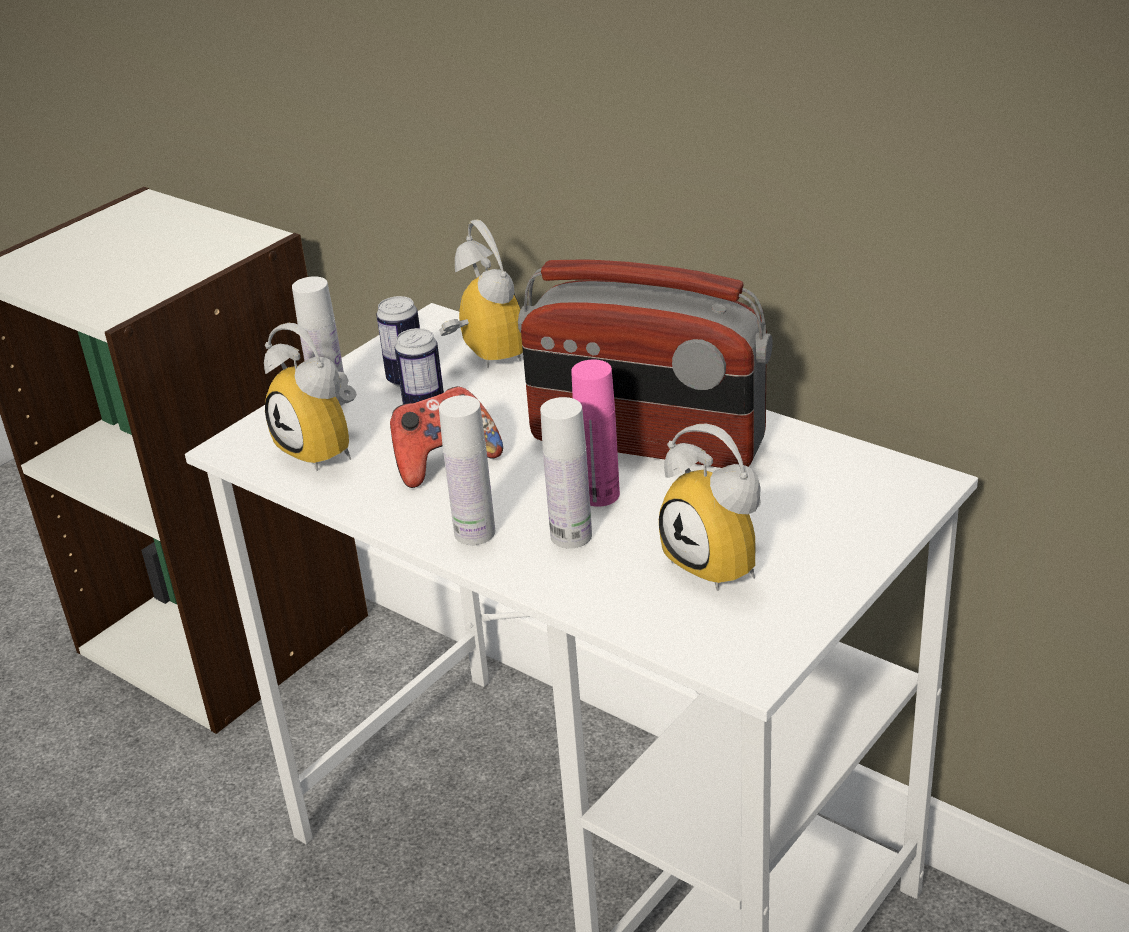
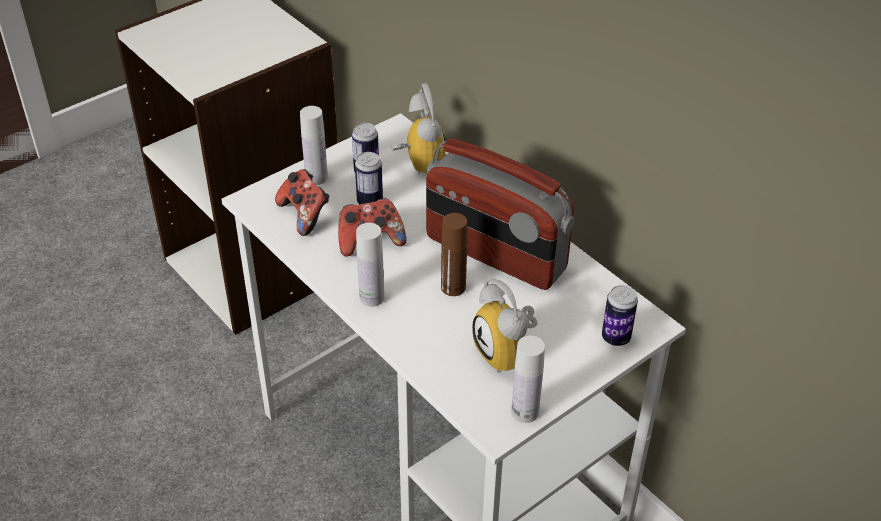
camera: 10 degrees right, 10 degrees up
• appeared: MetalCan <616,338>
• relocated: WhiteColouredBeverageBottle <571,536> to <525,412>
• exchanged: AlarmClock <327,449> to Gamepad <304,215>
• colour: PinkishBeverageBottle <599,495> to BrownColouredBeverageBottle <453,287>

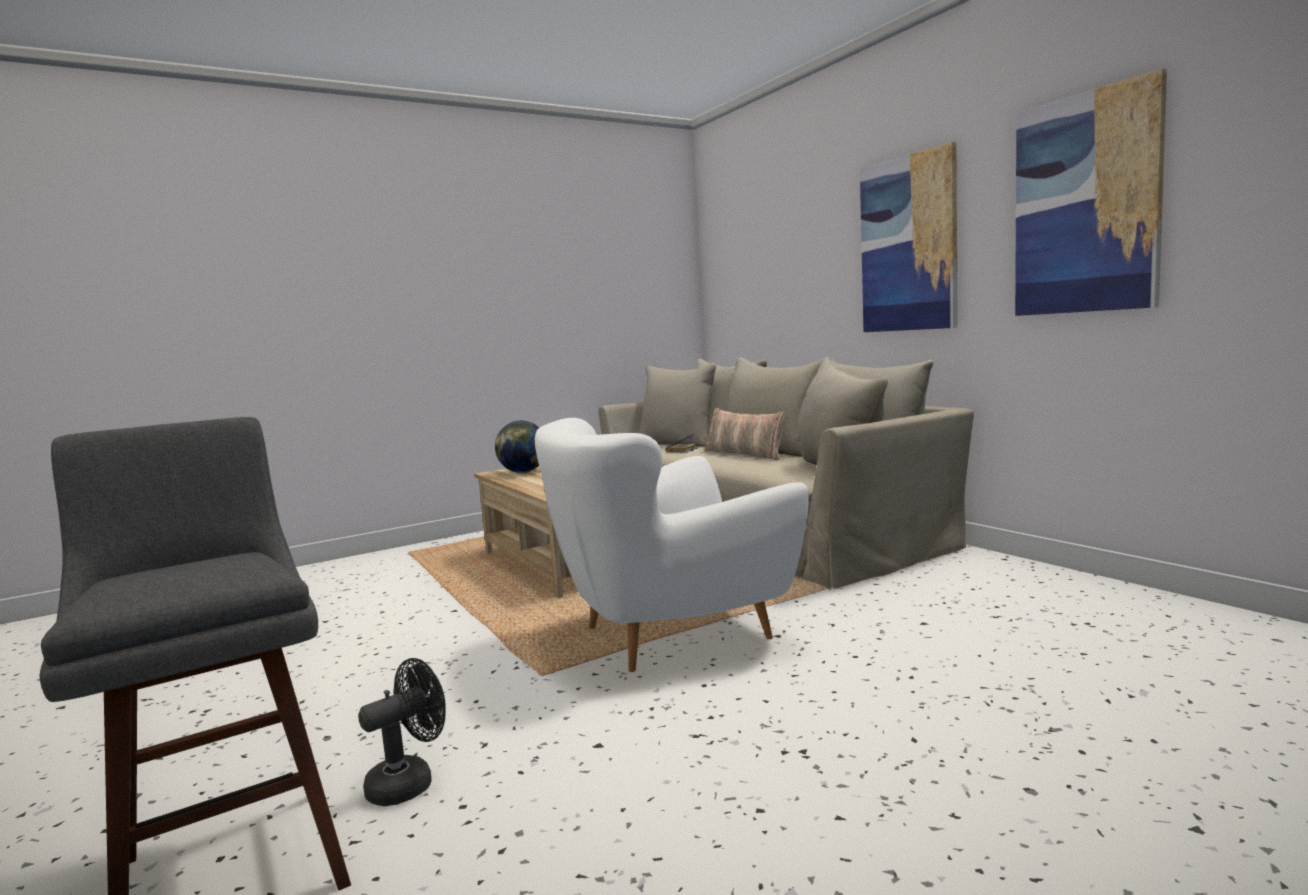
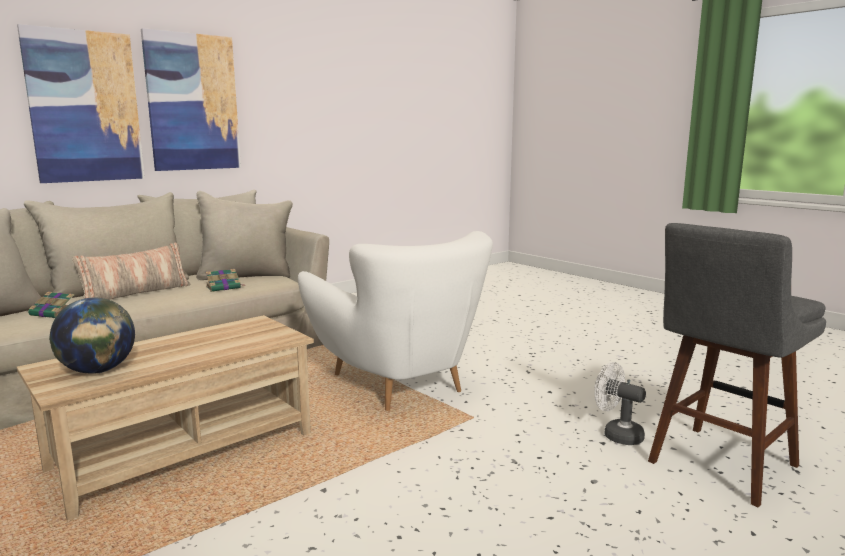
camera: 100 degrees left, 5 degrees up
• appeared: Book <224,287>
• relocated: WallPicture <1086,204> to <84,107>
• colour: BlackElectricFan <410,782> to WhiteColouredElectricFan <617,434>

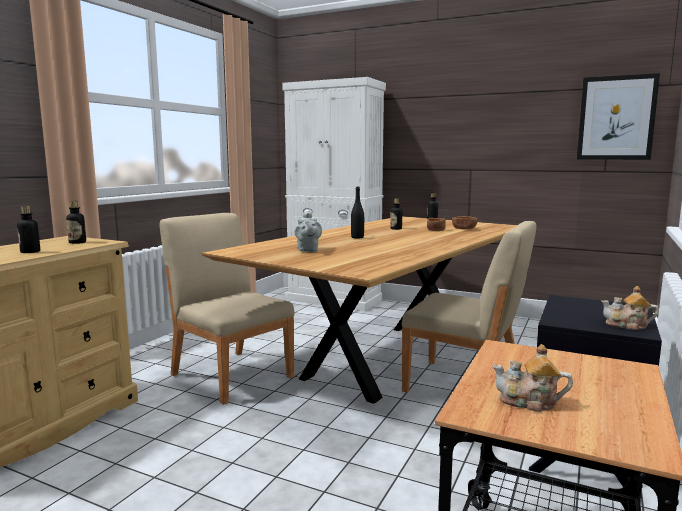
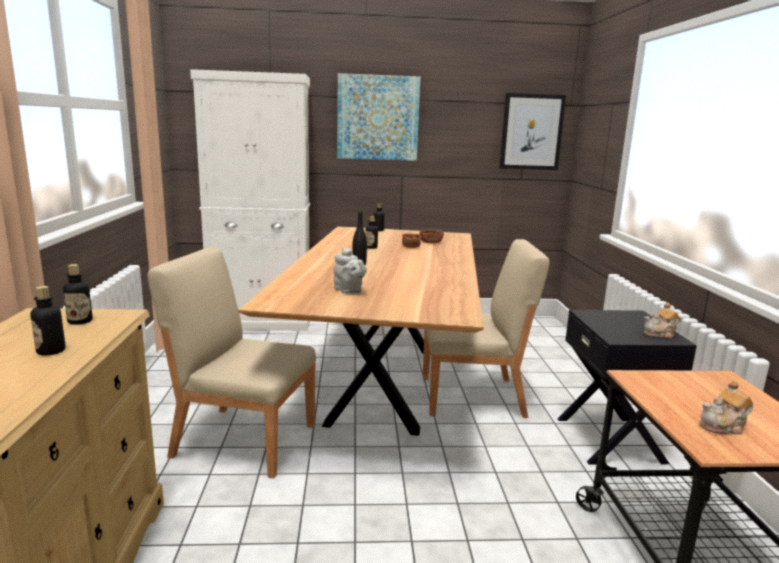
camera: 30 degrees left, 5 degrees up
• appeared: WallPicture <378,118>

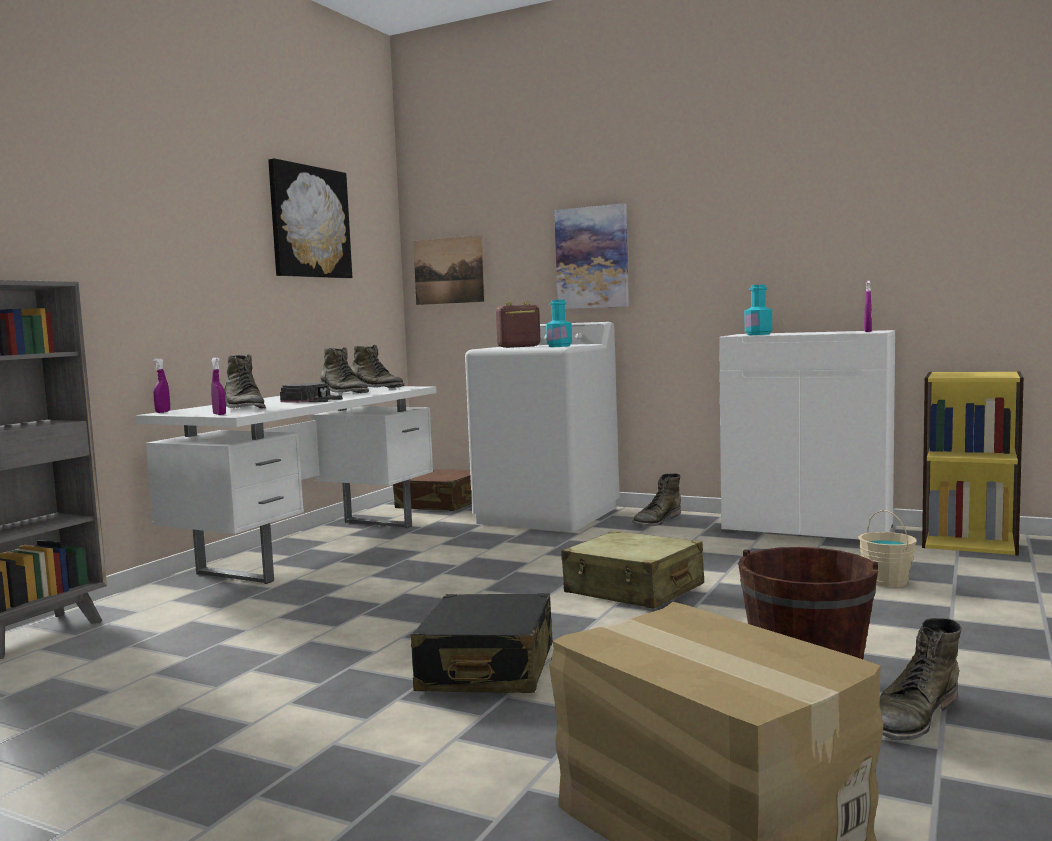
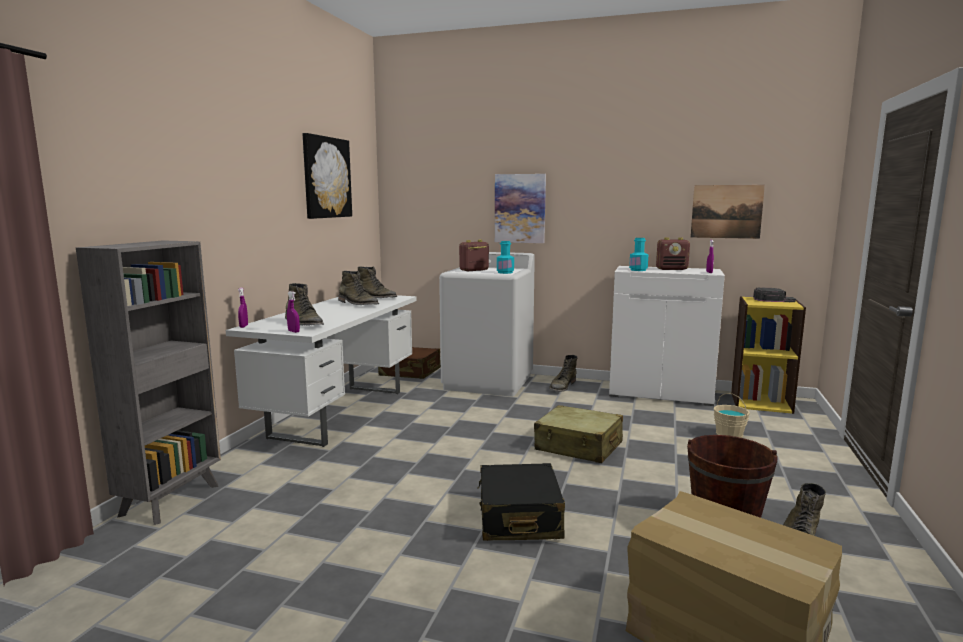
camera: 10 degrees left, 5 degrees up
• appeared: Radio <672,269>
• relocated: BlackCap <312,400> to <773,299>
• relocated: WallPicture <448,271> to <726,211>

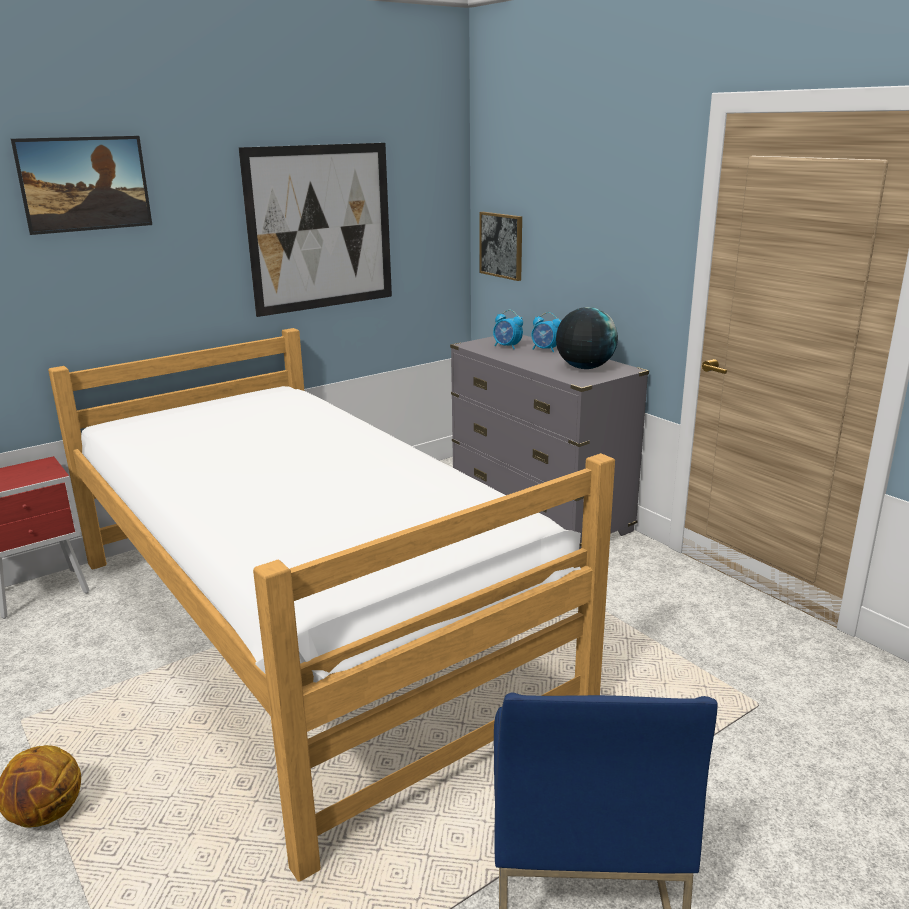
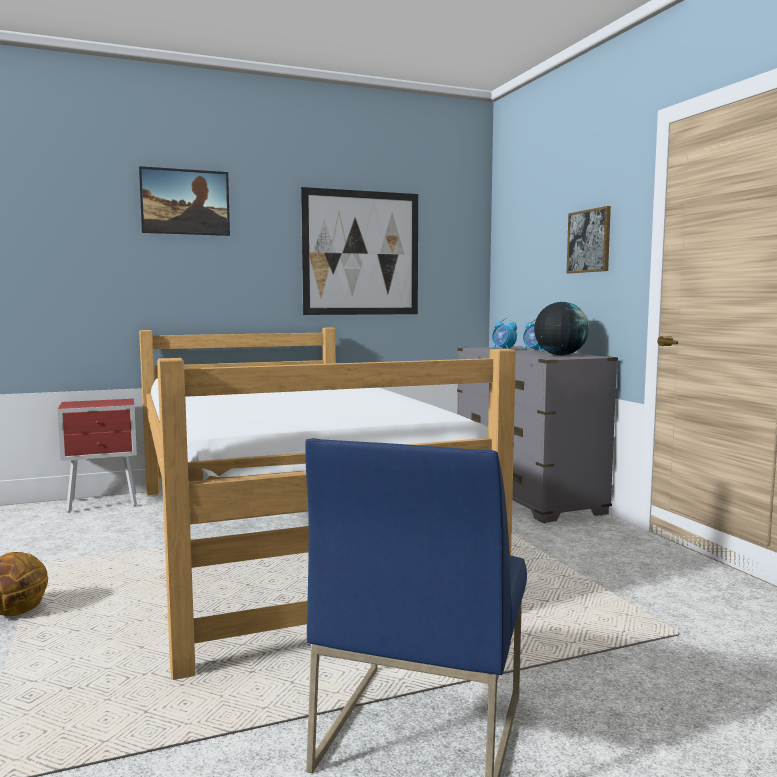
camera: 15 degrees right, 15 degrees down
• relocated: WallPicture <501,245> to <589,241>

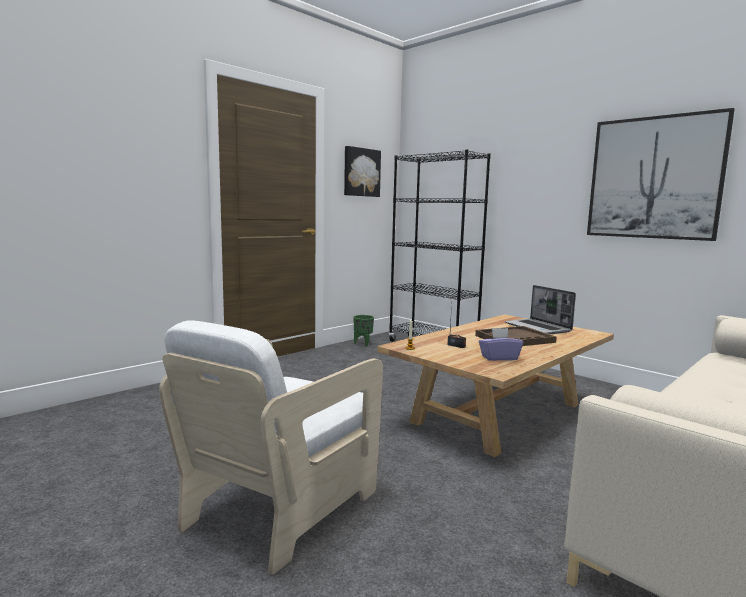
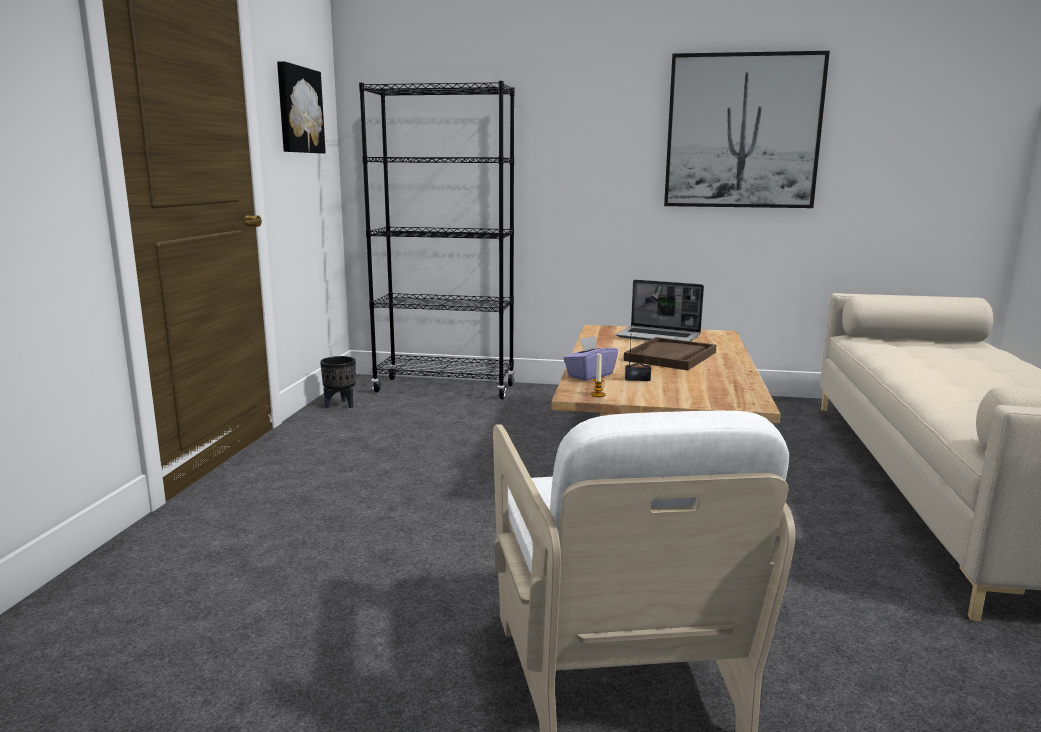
camera: 35 degrees left, 5 degrees up
• relocated: PurplishBoxOfTissues <499,358> to <589,375>
• colour: GreenPlantPot <363,344> to BlackPlantPot <341,405>

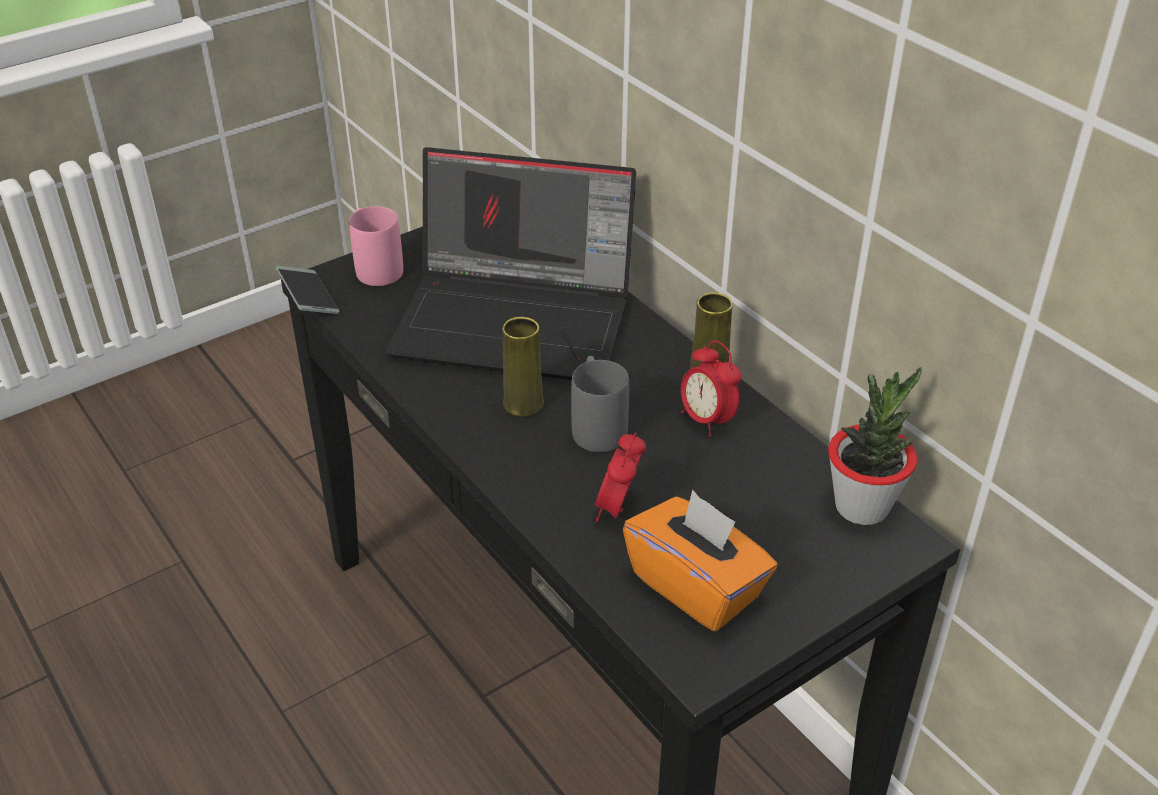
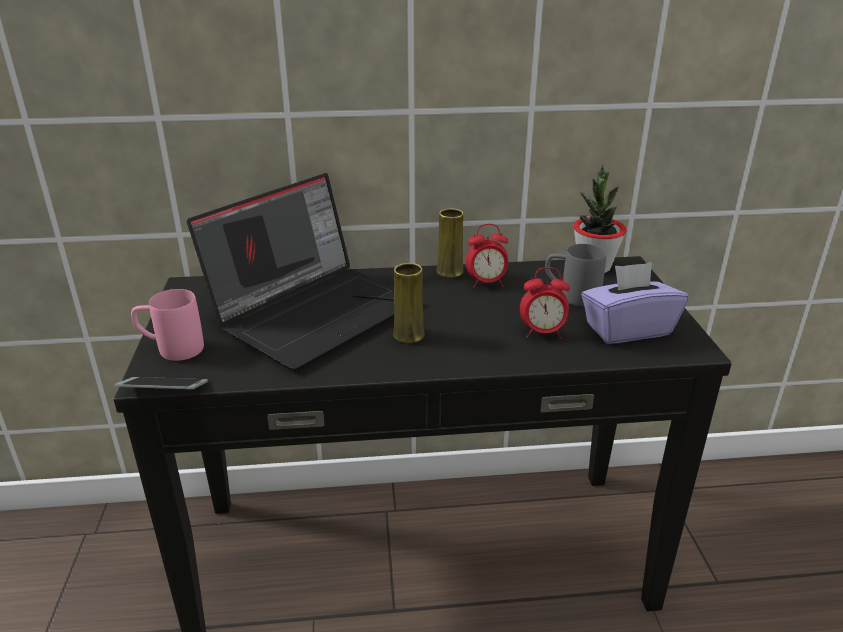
camera: 60 degrees left, 10 degrees down
• relocated: GreyishMug <596,425> to <571,296>
• colour: OrangeBoxOfTissues <697,586> to PurplishBoxOfTissues <627,329>
• spun: AlarmClock <618,509> = <542,333> 45 degrees counterclockwise

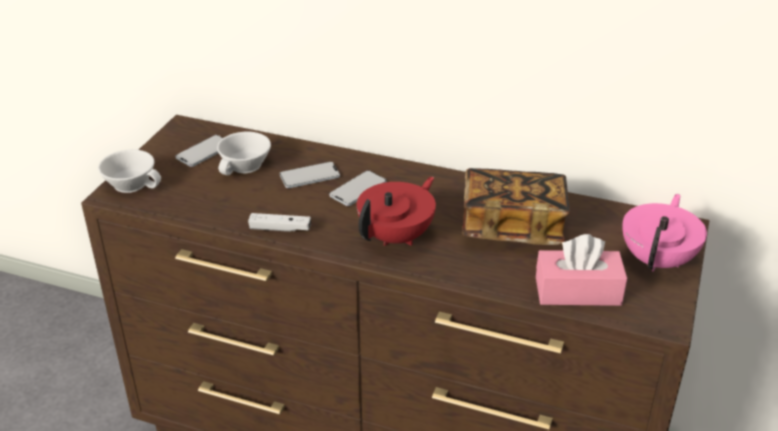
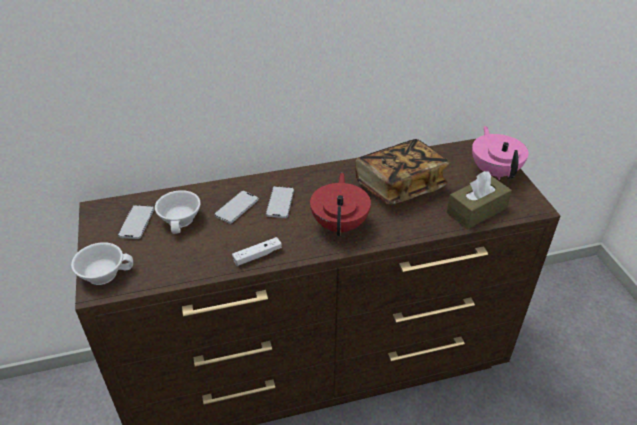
camera: 35 degrees left, 5 degrees up
• colour: PinkishBoxOfTissues <578,291> to BrownColouredBoxOfTissues <476,210>

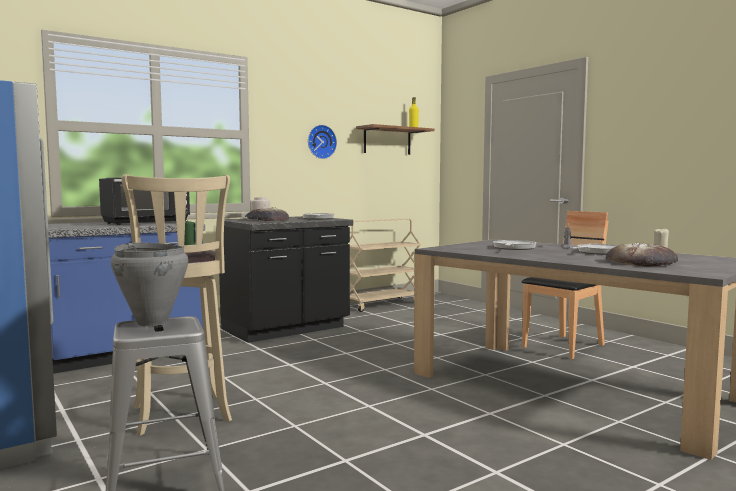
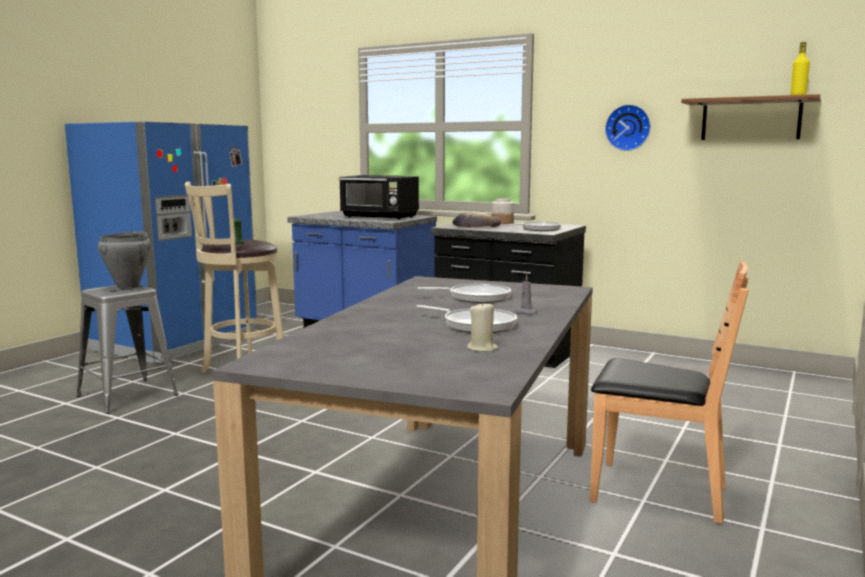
camera: 65 degrees right, 5 degrees up
• missing: SandColouredCart <382,304>
• missing: BakeryBread <641,262>

